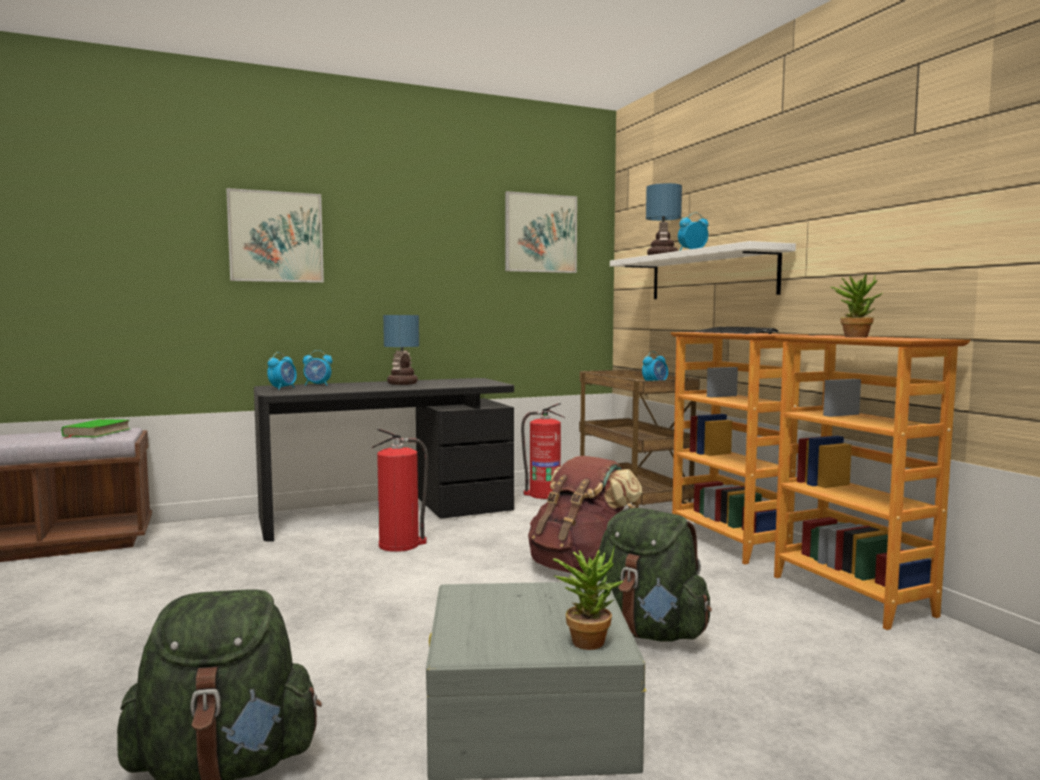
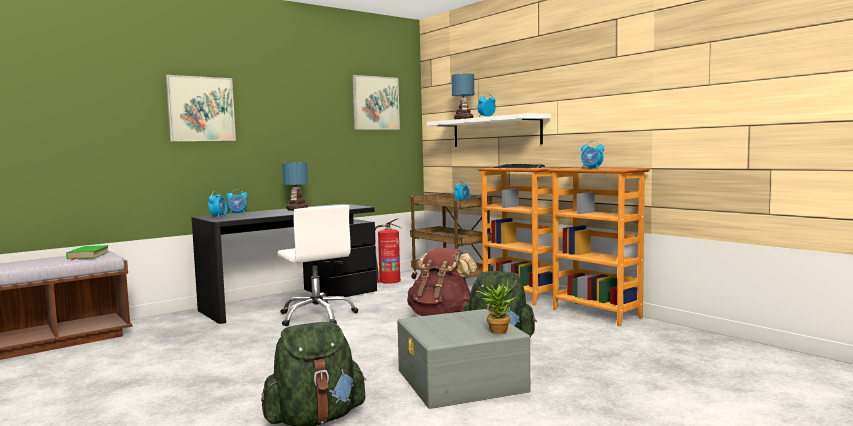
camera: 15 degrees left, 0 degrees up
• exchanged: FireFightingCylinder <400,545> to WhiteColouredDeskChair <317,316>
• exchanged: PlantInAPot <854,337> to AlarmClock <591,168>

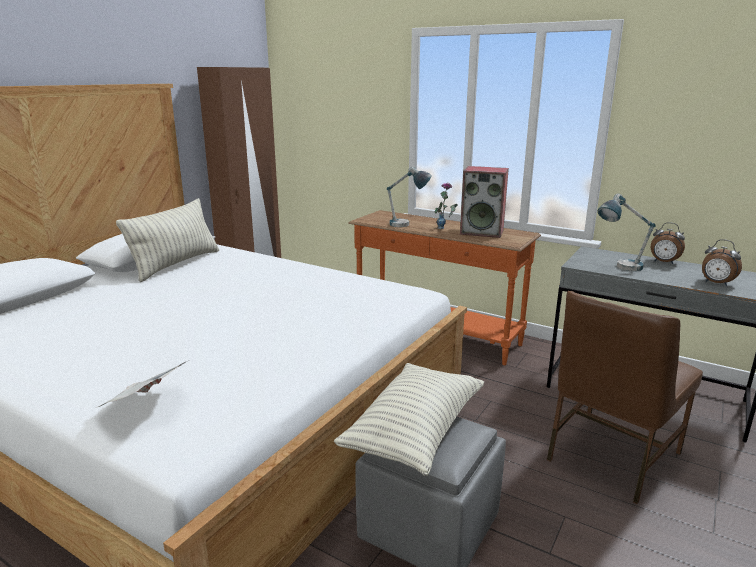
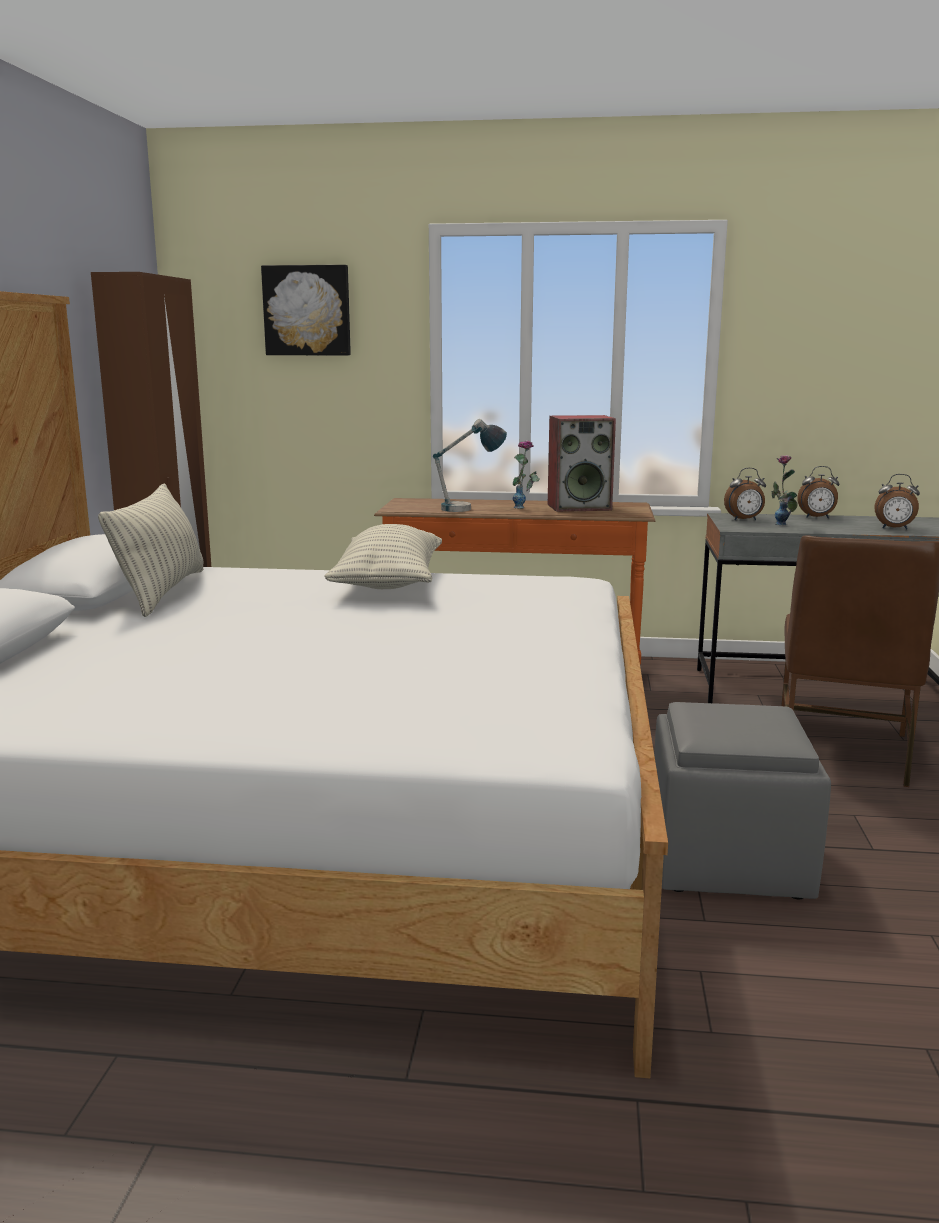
camera: 25 degrees left, 5 degrees down
• missing: PrintedPaper <145,406>
• appeared: WallPicture <307,310>
• appeared: AlarmClock <744,520>
• relocated: ThrowPillow <415,431> to <389,583>
• exchanged: TabletopLamp <619,267> to Vase <781,526>

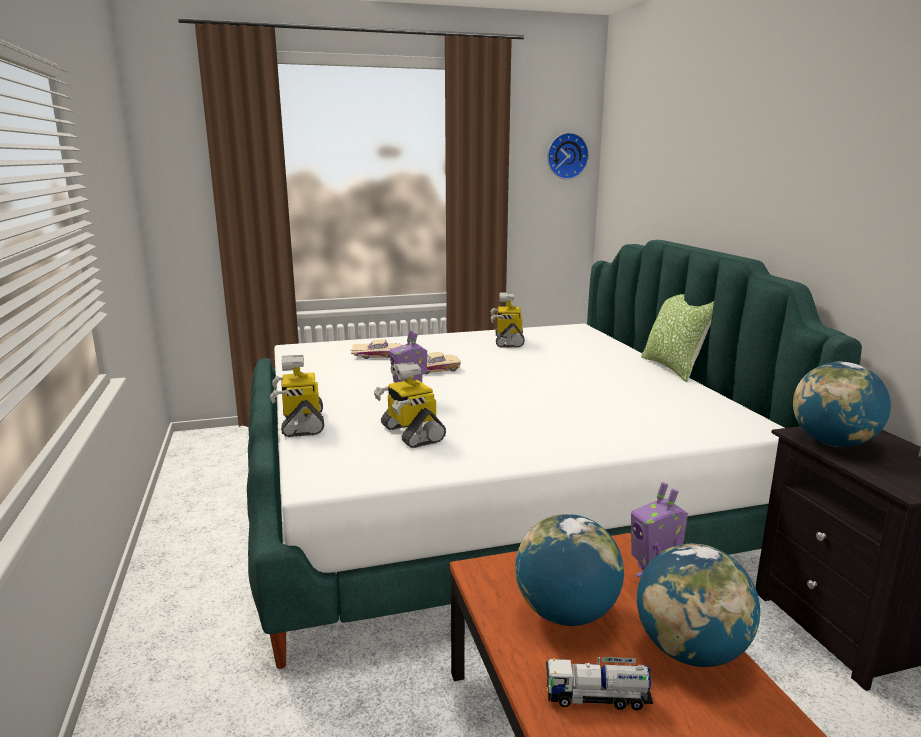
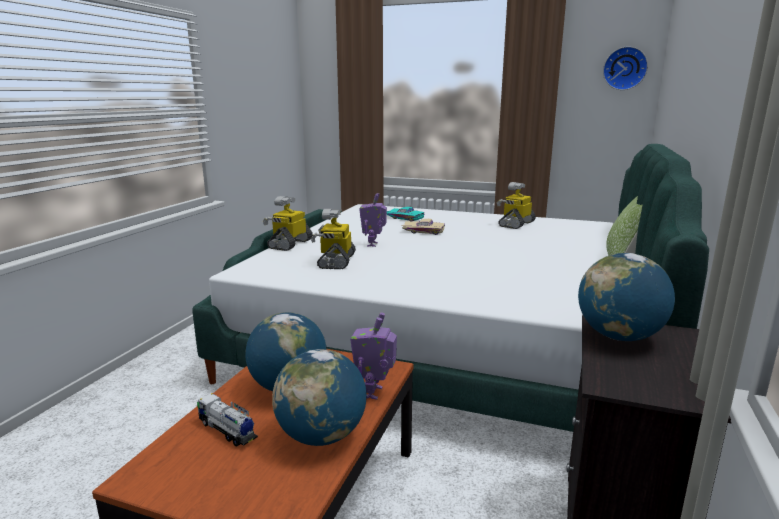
camera: 35 degrees right, 0 degrees up
• colour: SandColouredModelCar <377,355> to BlueGreenModelCar <405,218>

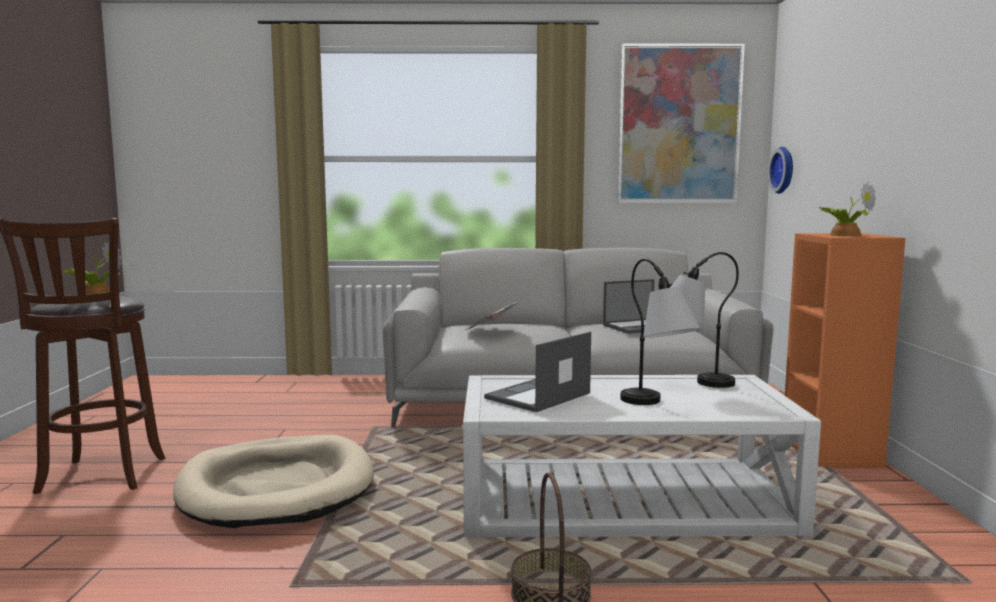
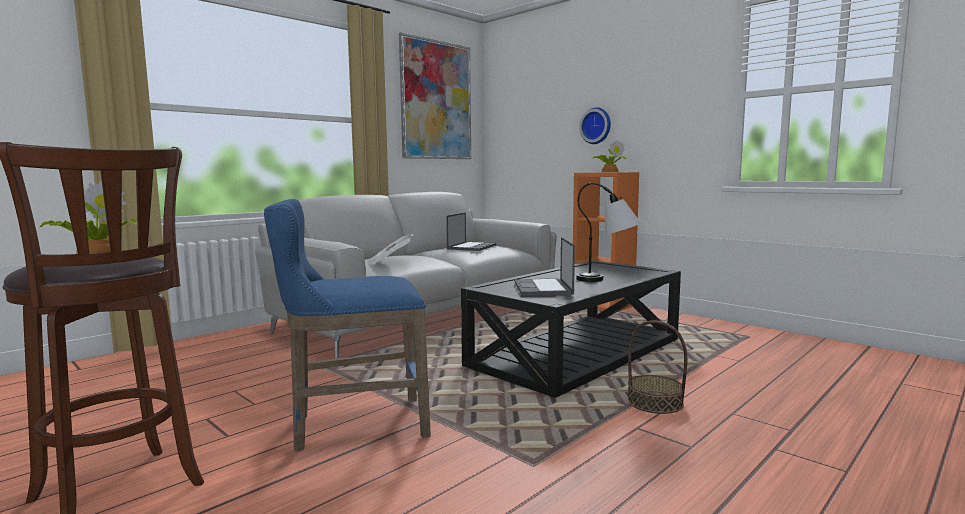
camera: 45 degrees left, 0 degrees up
• missing: TabletopLamp <692,383>
• relocated: HangingClock <784,170> to <596,126>
• exchanged: SandColouredPetBed <277,488> to BluishSittingStool <352,426>
• colour: WhiteColouredLoungeTable <622,499> to BlackLoungeTable <576,352>

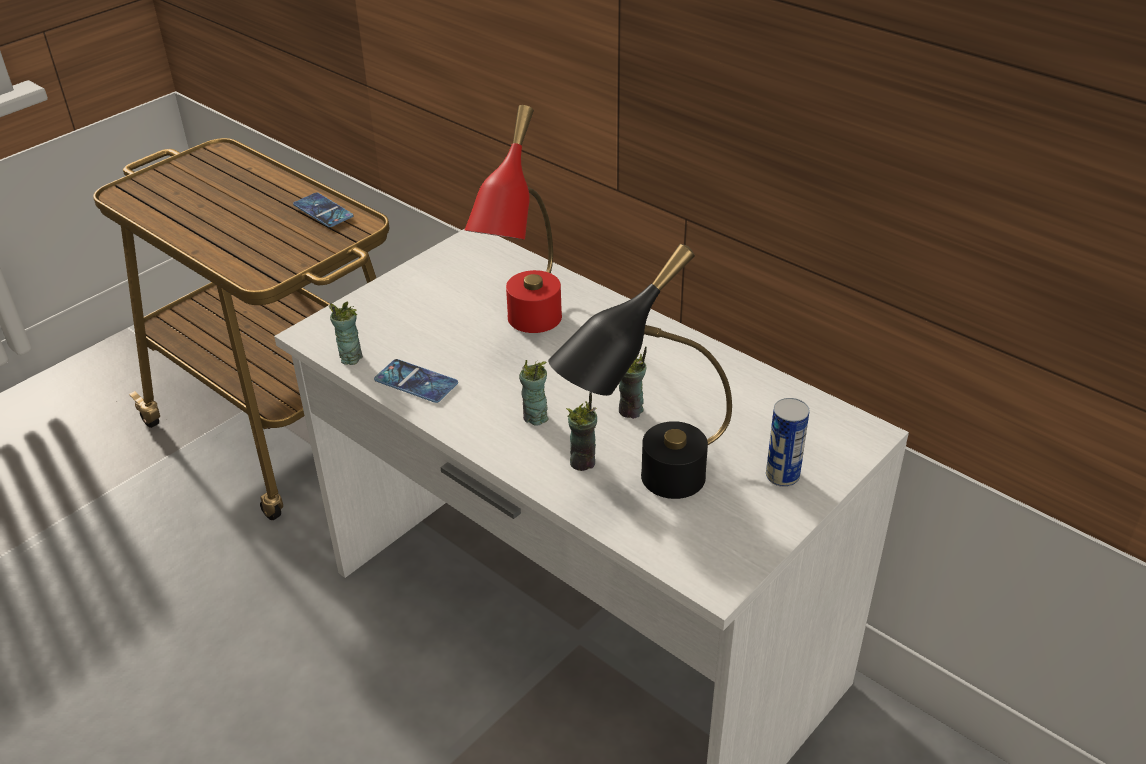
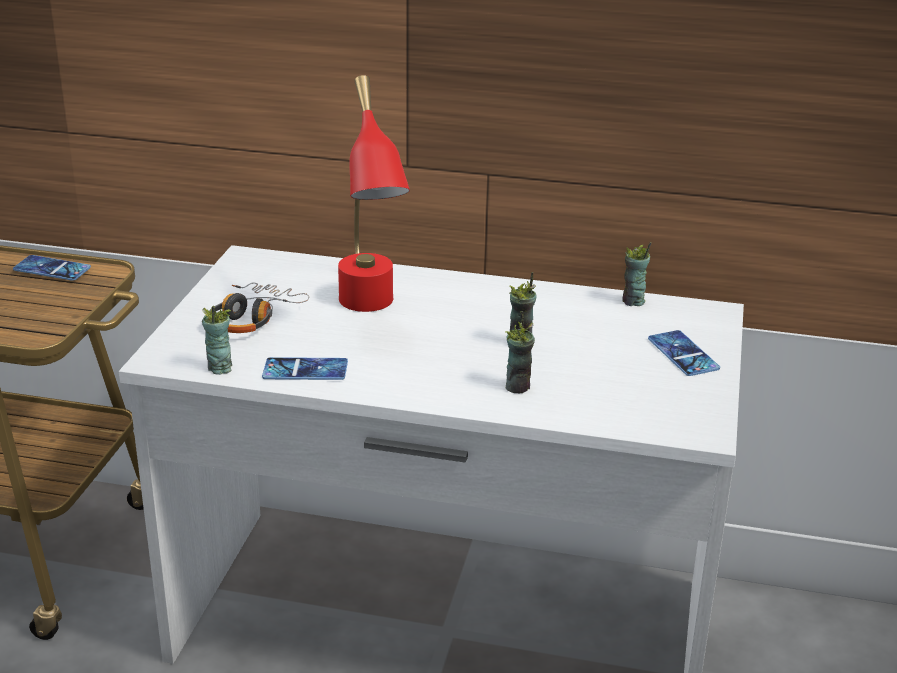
camera: 30 degrees left, 10 degrees down
• missing: BlackTabletopLamp <647,489>
• appeared: Headset <252,318>
• relocated: DrinkingCup <535,417> to <633,301>
• exchanged: MetalCan <782,476> to Telephone <683,354>

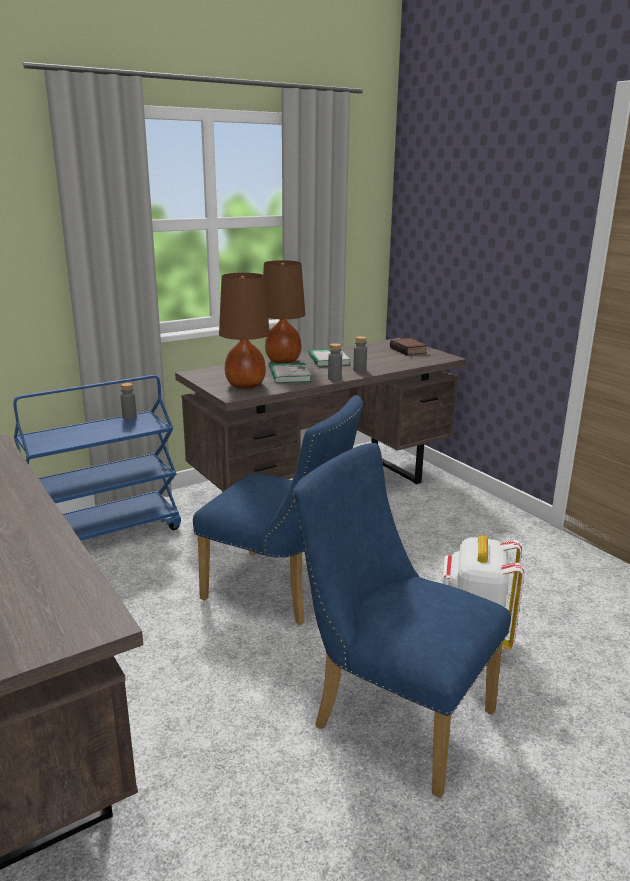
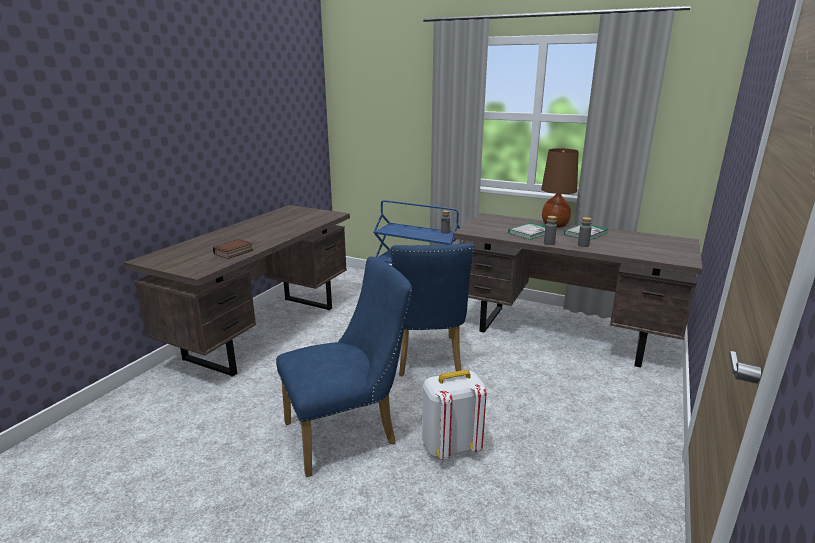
camera: 60 degrees right, 0 degrees up
• missing: BrownColouredTabletopLamp <245,385>
• relocated: Book <409,350> to <234,252>
• spun: BluishChair <392,715> = <348,433> 60 degrees clockwise

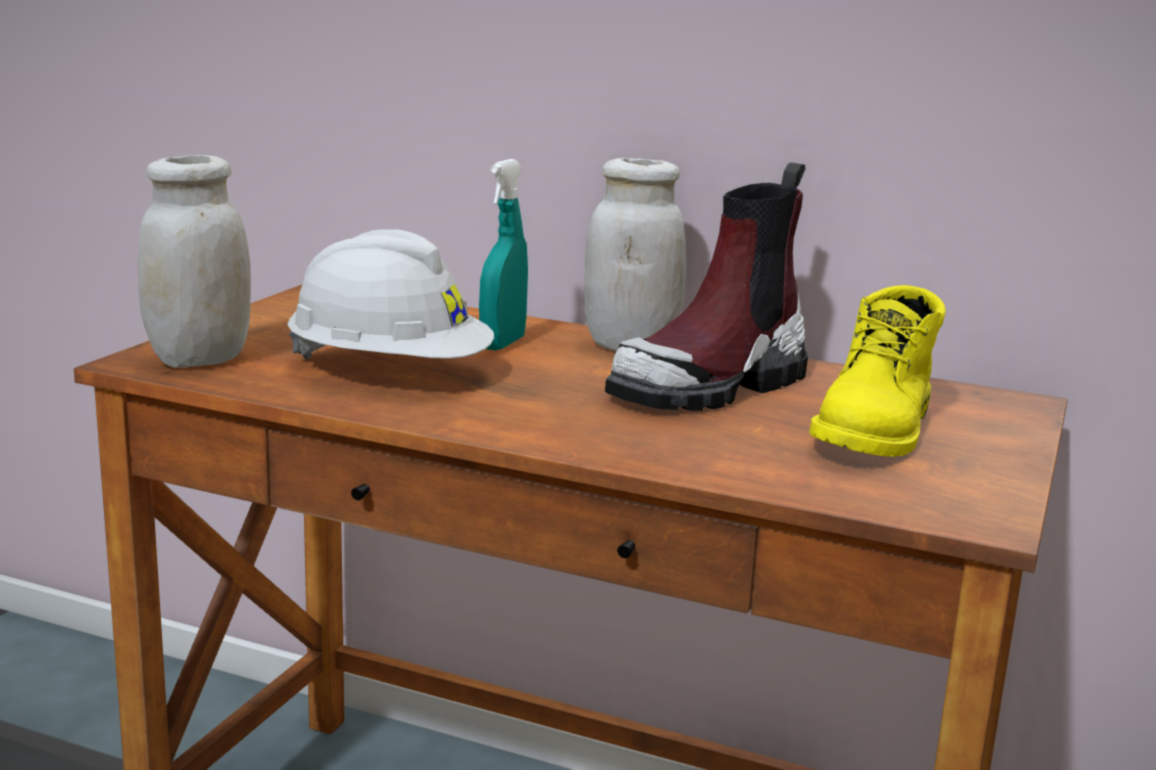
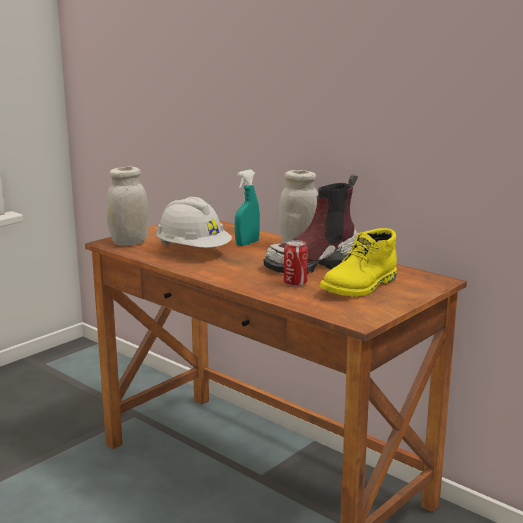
camera: 20 degrees right, 0 degrees up
• appeared: MetalCan <295,283>

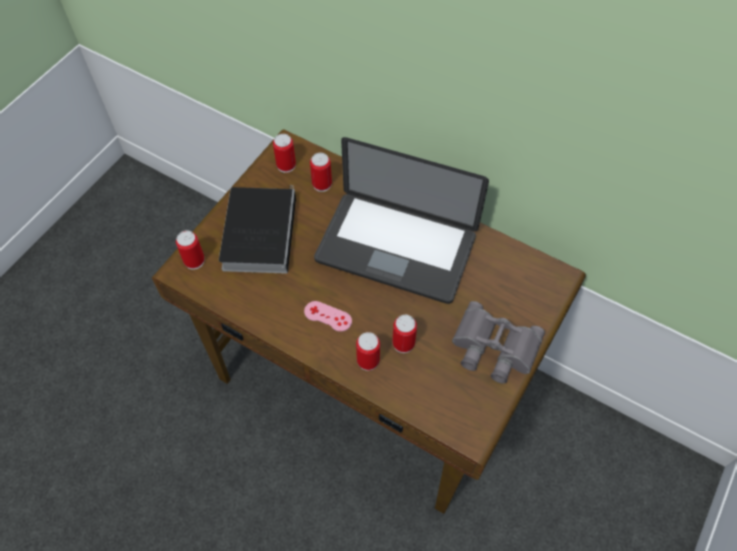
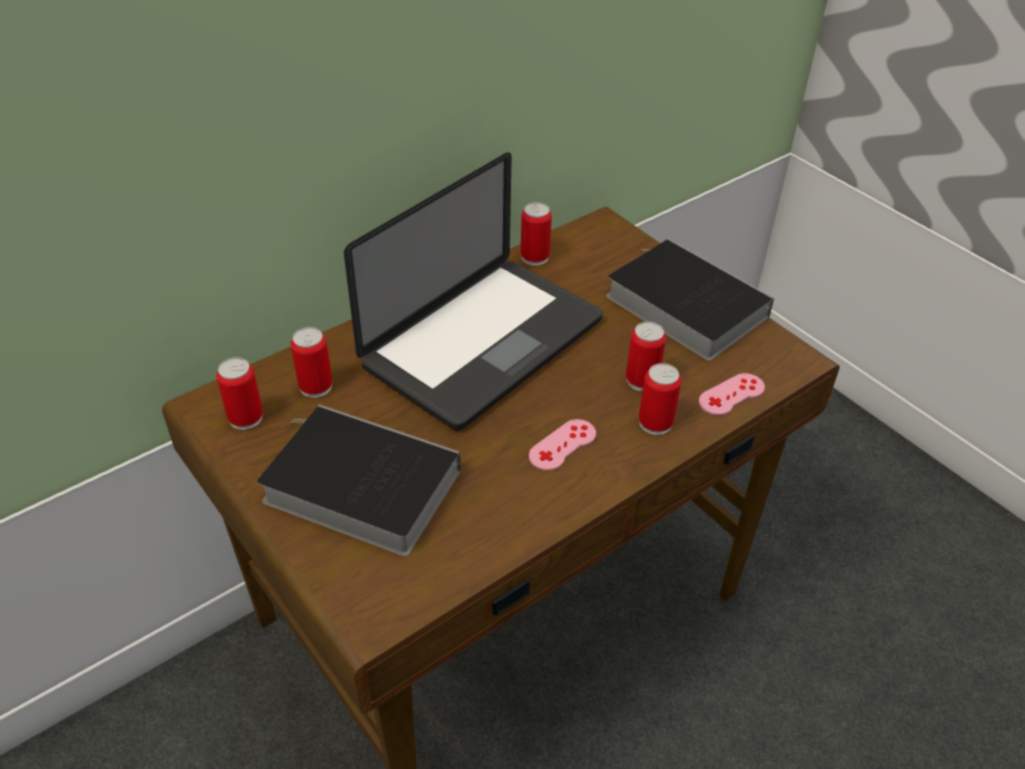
camera: 70 degrees left, 15 degrees down
• appeared: PinkishGamepad <731,395>
• relocated: MetalCan <194,261> to <534,257>
• exchanged: GreyishBinoculars <493,348> to Book <681,304>

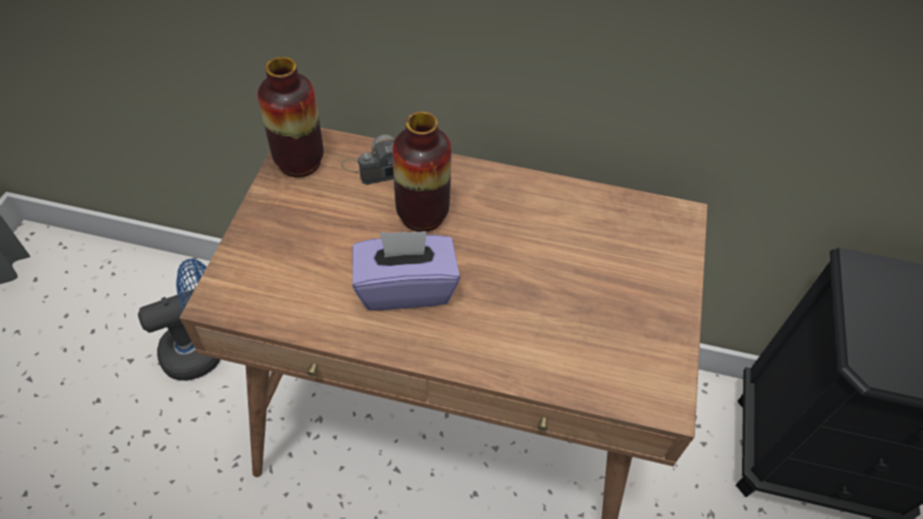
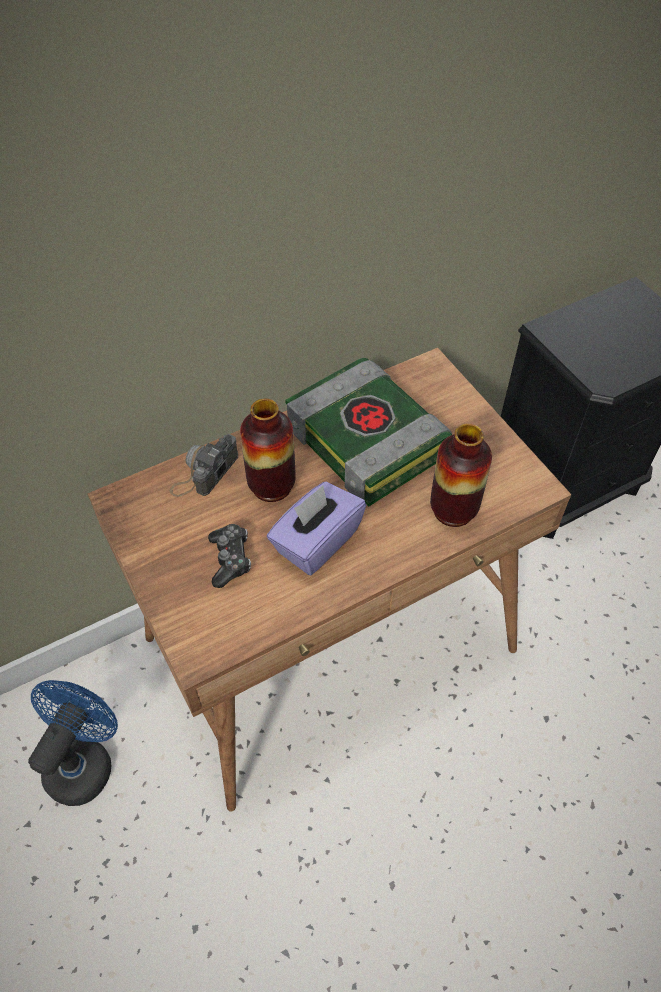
camera: 40 degrees left, 0 degrees up
• appeared: Gamepad <230,559>
• appeared: Book <370,441>
• relocated: Vase <299,162> to <453,510>

